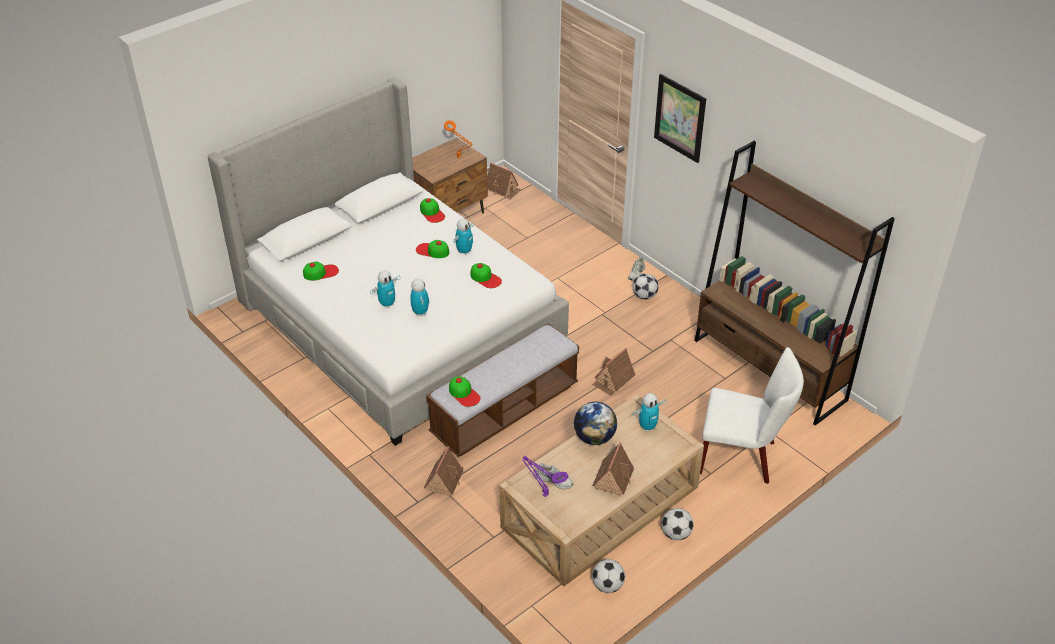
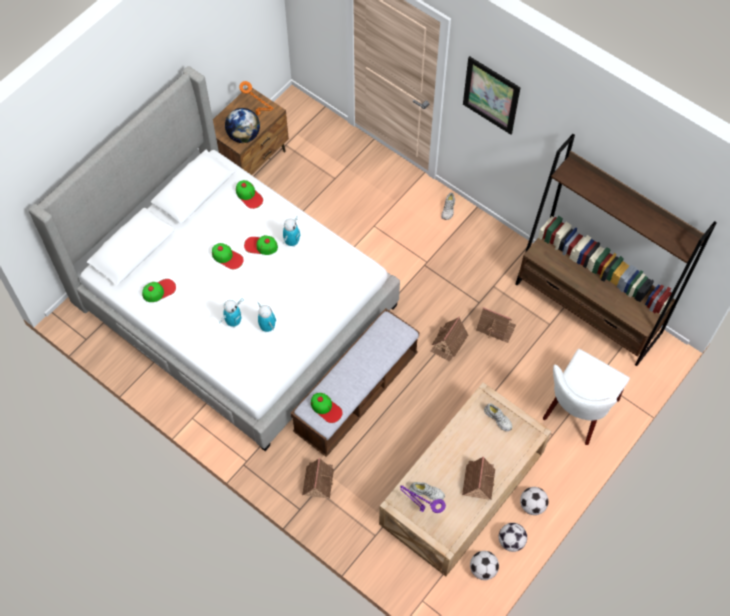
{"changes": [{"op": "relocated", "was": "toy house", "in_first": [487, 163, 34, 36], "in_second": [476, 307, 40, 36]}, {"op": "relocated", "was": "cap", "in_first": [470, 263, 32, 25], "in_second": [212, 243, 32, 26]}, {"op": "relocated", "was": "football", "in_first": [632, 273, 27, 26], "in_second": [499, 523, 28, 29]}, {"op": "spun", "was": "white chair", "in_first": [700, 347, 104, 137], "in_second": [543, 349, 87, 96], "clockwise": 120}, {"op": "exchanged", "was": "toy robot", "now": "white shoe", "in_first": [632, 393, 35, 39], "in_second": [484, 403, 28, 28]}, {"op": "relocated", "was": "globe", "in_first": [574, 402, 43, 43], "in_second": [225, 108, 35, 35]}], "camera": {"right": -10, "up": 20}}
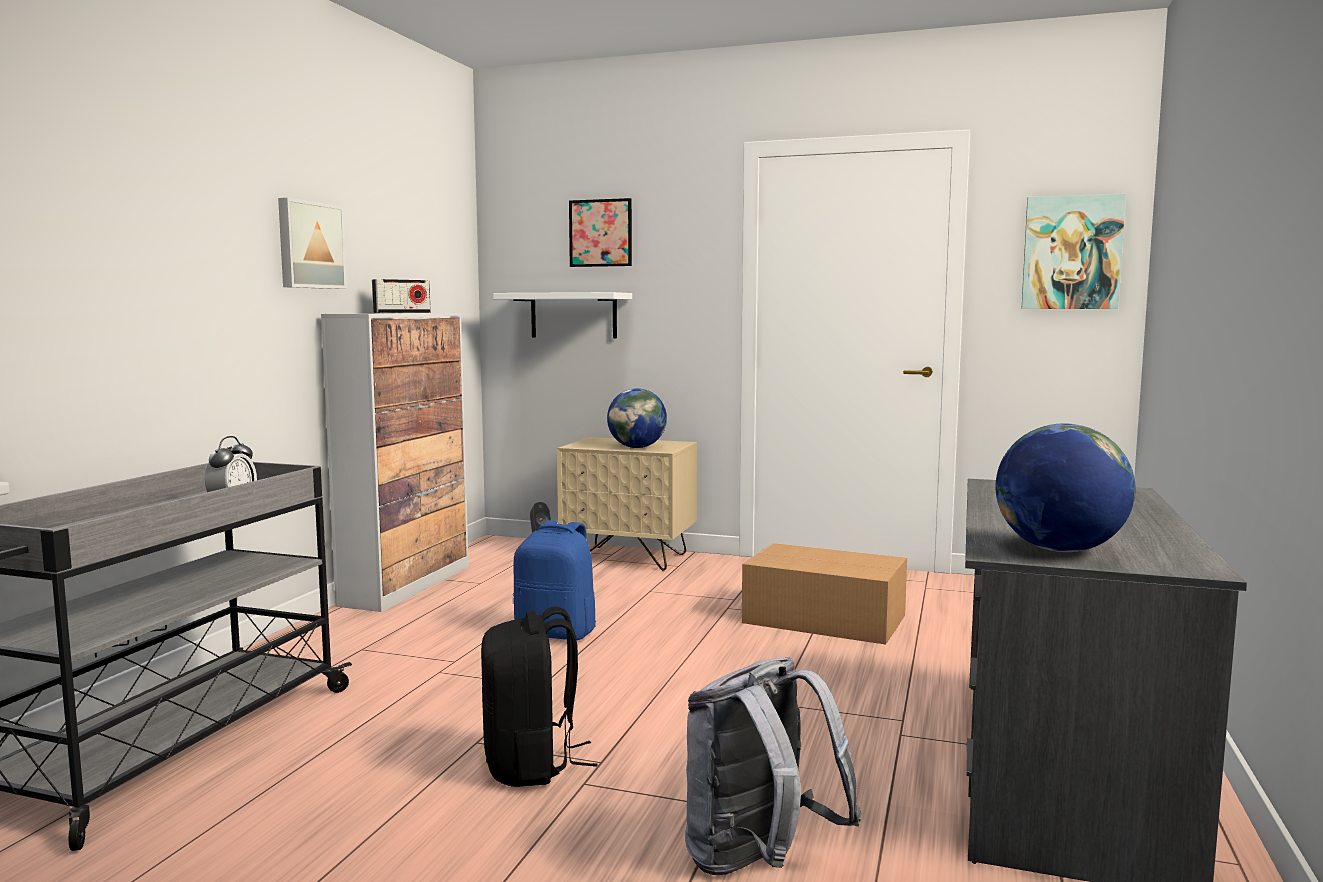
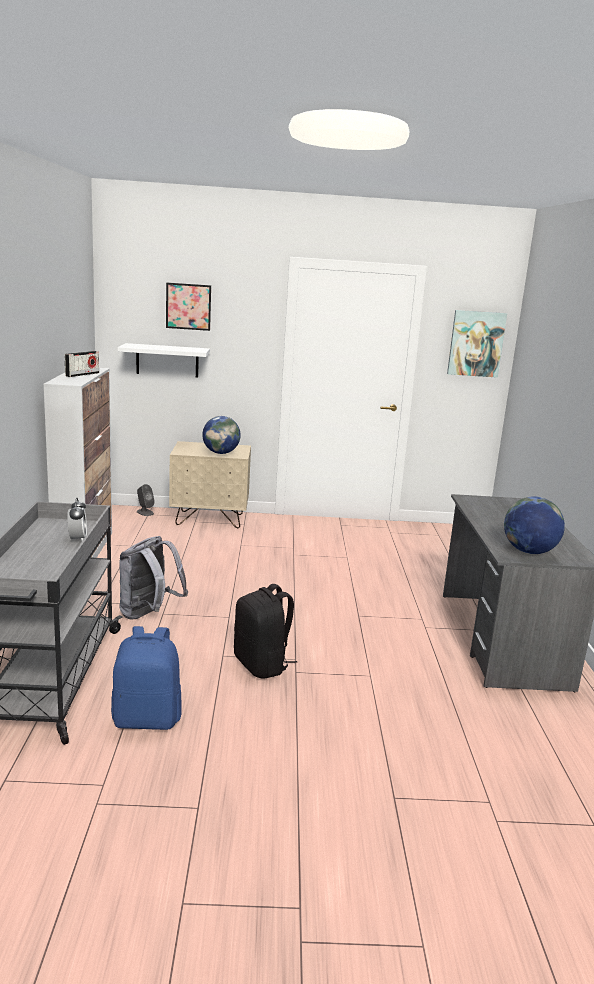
{"changes": [{"op": "missing", "was": "picture", "in_first": [278, 198, 69, 91]}, {"op": "relocated", "was": "blue backpack", "in_first": [513, 520, 83, 120], "in_second": [111, 626, 71, 104]}, {"op": "missing", "was": "cardboard box", "in_first": [742, 543, 165, 102]}, {"op": "relocated", "was": "grey backpack", "in_first": [685, 657, 177, 218], "in_second": [119, 536, 69, 84]}], "camera": {"right": -20, "up": 10}}
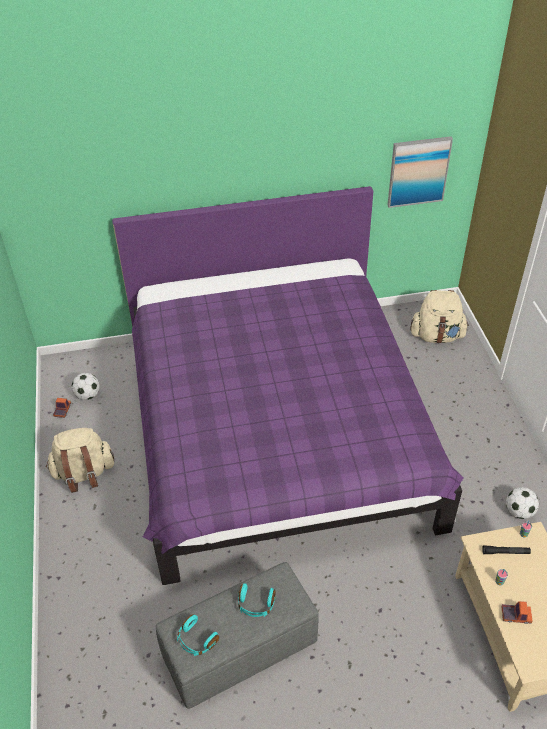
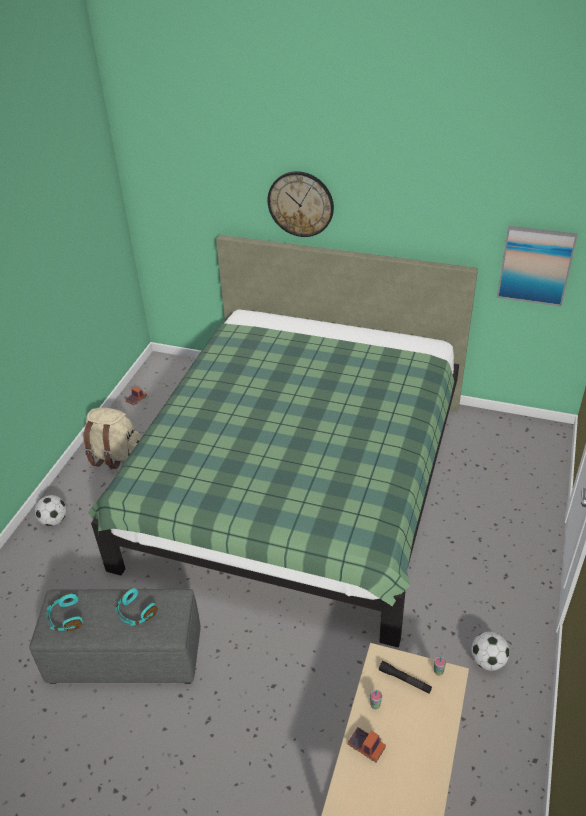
{"changes": [{"op": "colour", "was": "purple bed", "now": "green bed", "in_first": [112, 186, 352, 399], "in_second": [88, 235, 390, 412]}, {"op": "missing", "was": "beige backpack", "in_first": [411, 290, 58, 53]}, {"op": "relocated", "was": "football", "in_first": [72, 373, 28, 27], "in_second": [35, 495, 32, 31]}, {"op": "appeared", "now": "wall clock", "in_second": [267, 171, 67, 66]}], "camera": {"right": 30, "up": -5}}
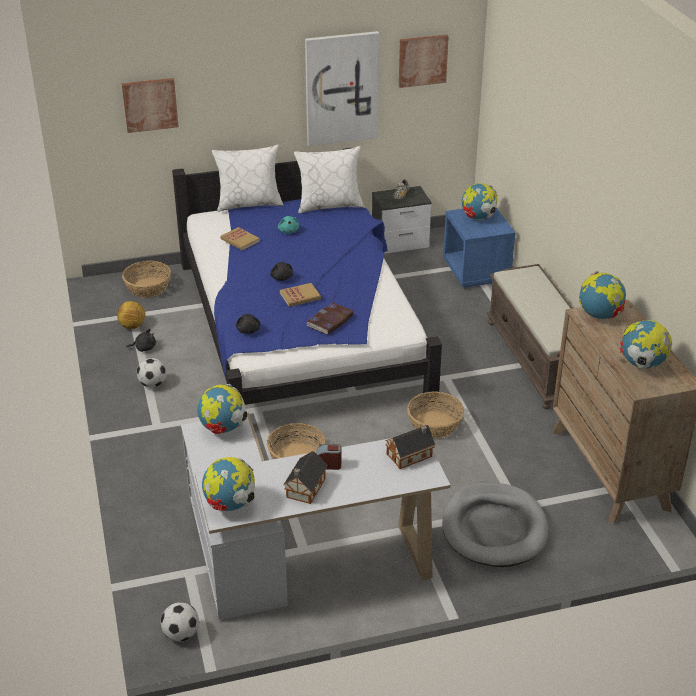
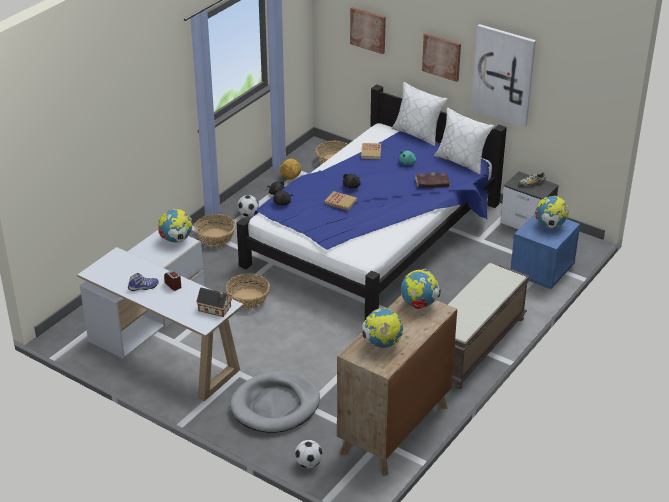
{"changes": [{"op": "relocated", "was": "picture", "in_first": [399, 35, 50, 53], "in_second": [422, 33, 39, 49]}, {"op": "relocated", "was": "book", "in_first": [307, 303, 47, 32], "in_second": [415, 173, 35, 15]}, {"op": "relocated", "was": "basket", "in_first": [407, 391, 57, 47], "in_second": [194, 214, 41, 32]}, {"op": "exchanged", "was": "toy house", "now": "shoe", "in_first": [283, 451, 45, 53], "in_second": [128, 273, 31, 18]}, {"op": "missing", "was": "globe", "in_first": [202, 457, 53, 54]}, {"op": "relocated", "was": "football", "in_first": [161, 602, 38, 39], "in_second": [295, 440, 28, 28]}], "camera": {"right": 50, "up": 0}}
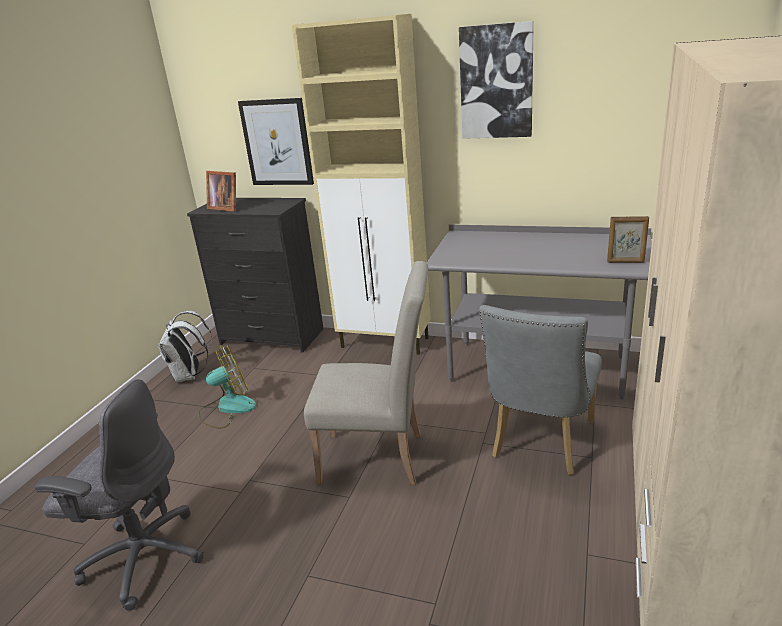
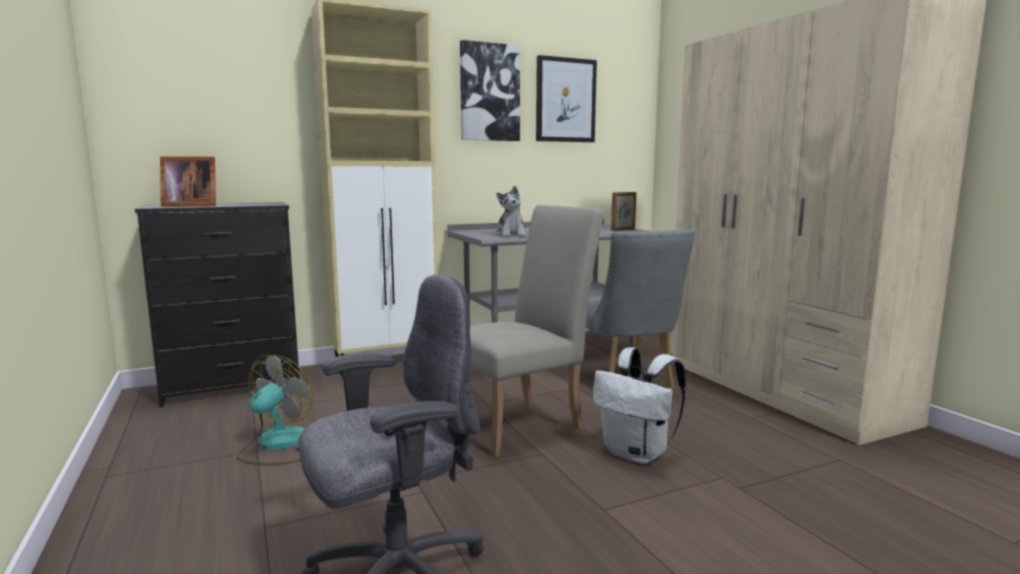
{"changes": [{"op": "relocated", "was": "picture", "in_first": [238, 98, 76, 87], "in_second": [536, 55, 61, 87]}, {"op": "relocated", "was": "white backpack", "in_first": [158, 311, 54, 71], "in_second": [593, 347, 93, 117]}, {"op": "appeared", "now": "plush toy", "in_second": [496, 186, 30, 51]}], "camera": {"right": -45, "up": -15}}
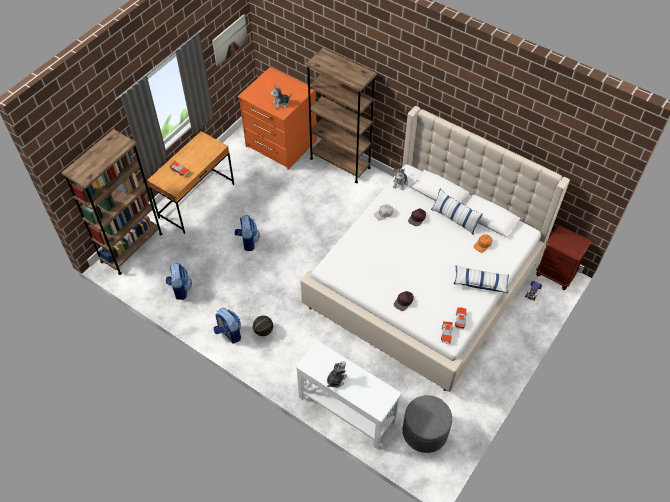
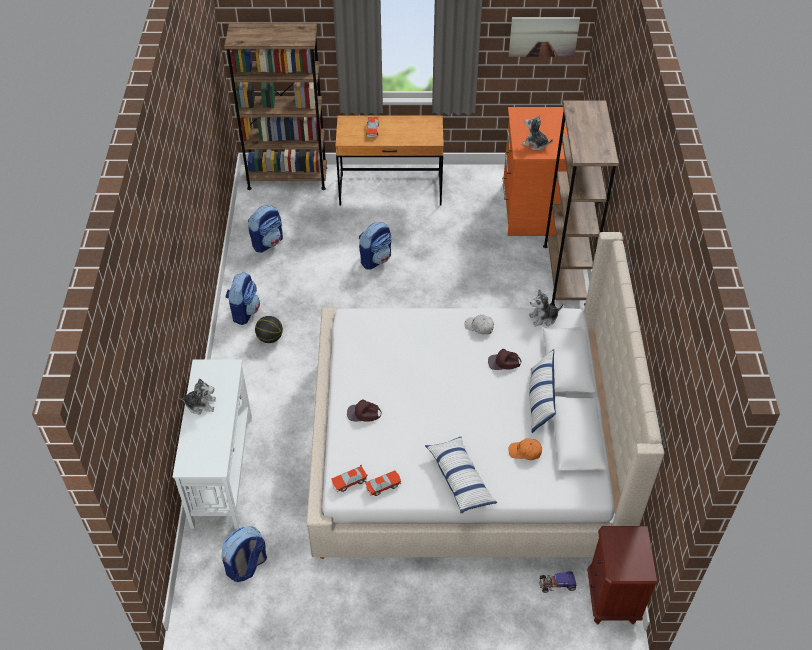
{"changes": [{"op": "exchanged", "was": "grey ottoman", "now": "backpack", "in_first": [403, 395, 49, 58], "in_second": [222, 526, 45, 56]}], "camera": {"right": 55, "up": -5}}
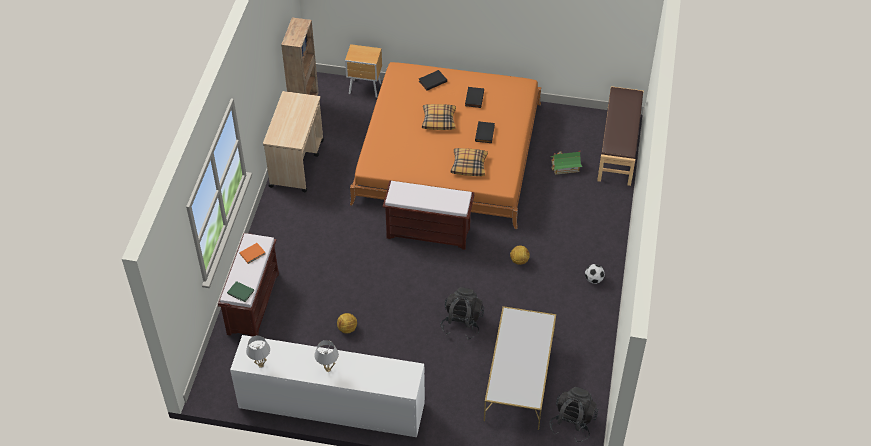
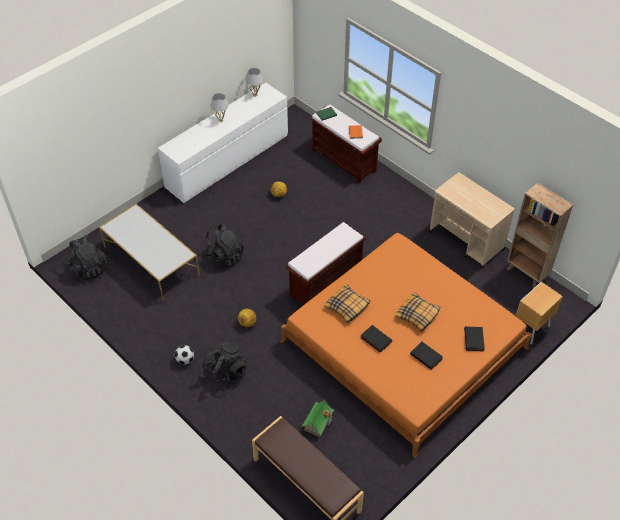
{"changes": [{"op": "appeared", "now": "black backpack", "in_second": [201, 342, 45, 50]}], "camera": {"right": 125, "up": 0}}
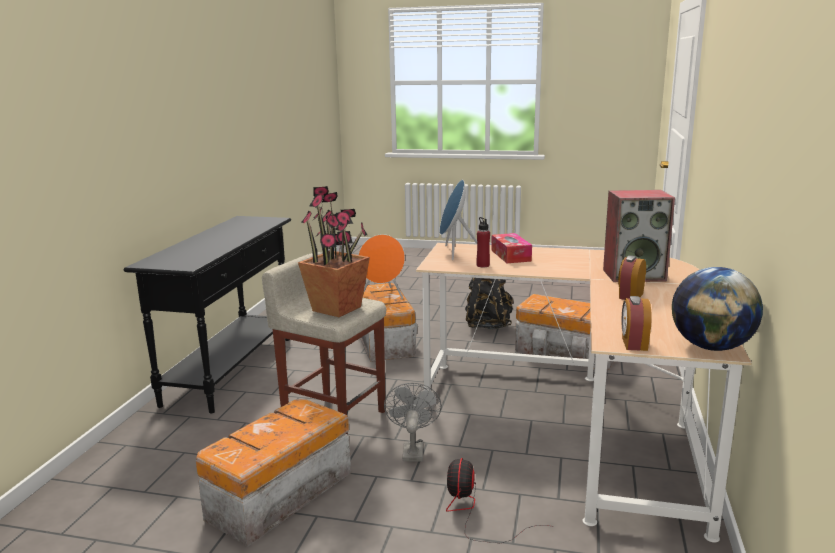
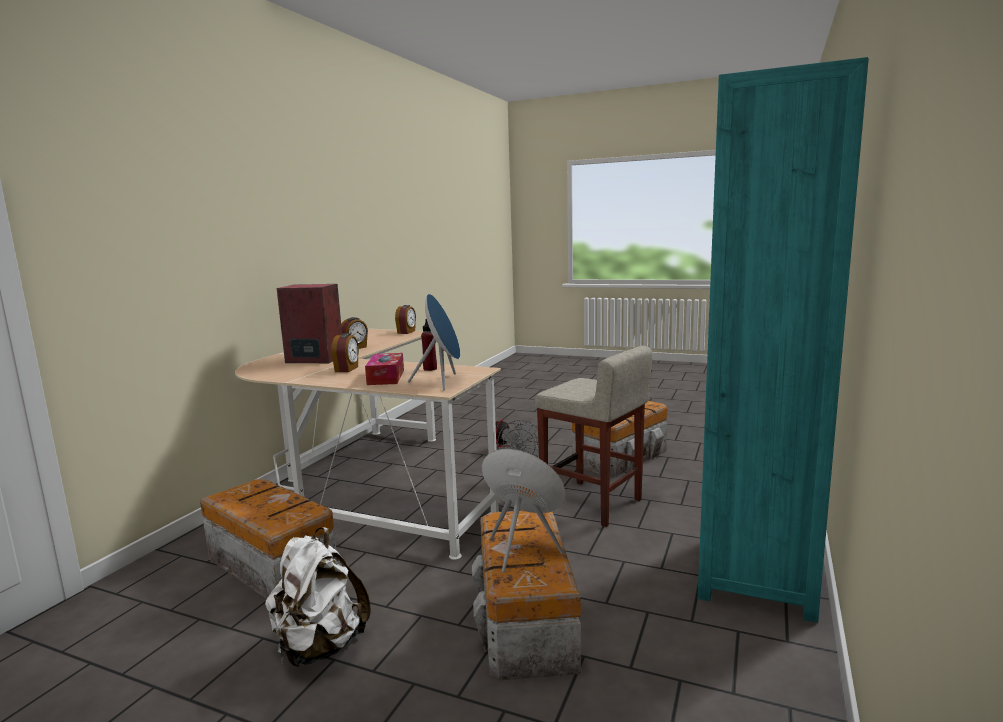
{"changes": [{"op": "missing", "was": "potted plant", "in_first": [298, 186, 72, 131]}, {"op": "exchanged", "was": "black console table", "now": "turquoise bookcase", "in_first": [124, 216, 167, 198], "in_second": [698, 57, 171, 566]}, {"op": "missing", "was": "globe", "in_first": [672, 267, 91, 84]}, {"op": "colour", "was": "black backpack", "now": "white backpack", "in_first": [465, 278, 48, 51], "in_second": [265, 527, 106, 140]}, {"op": "appeared", "now": "alarm clock", "in_second": [331, 333, 28, 39]}], "camera": {"right": -170, "up": -5}}
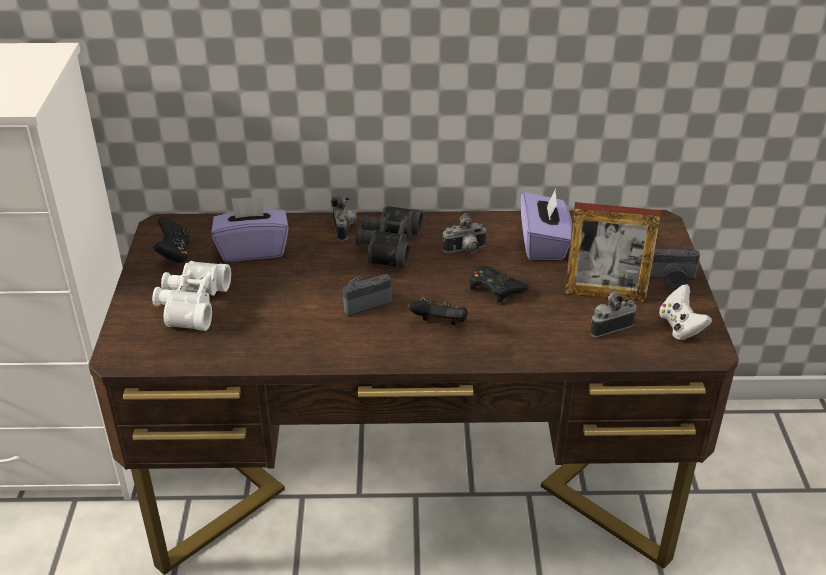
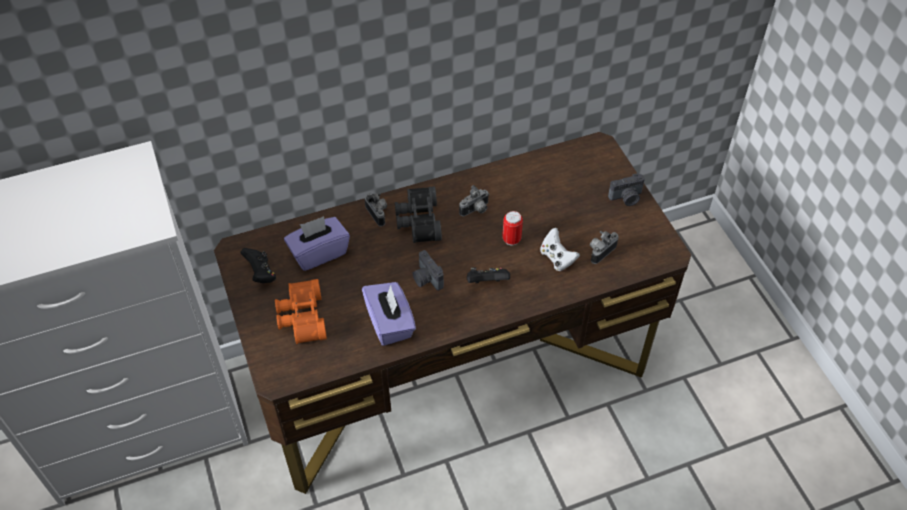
{"changes": [{"op": "relocated", "was": "purple tissue box", "in_first": [521, 189, 51, 71], "in_second": [362, 282, 54, 64]}, {"op": "missing", "was": "picture frame", "in_first": [565, 202, 96, 100]}, {"op": "colour", "was": "white binoculars", "now": "orange binoculars", "in_first": [152, 261, 79, 70], "in_second": [275, 279, 52, 65]}, {"op": "exchanged", "was": "black game controller", "now": "can", "in_first": [469, 265, 60, 38], "in_second": [502, 211, 21, 34]}, {"op": "spun", "was": "photo camera", "in_first": [343, 274, 49, 42], "in_second": [412, 250, 32, 41], "clockwise": -75}, {"op": "relocated", "was": "white game controller", "in_first": [659, 284, 53, 56], "in_second": [540, 228, 40, 43]}], "camera": {"right": -20, "up": 15}}
